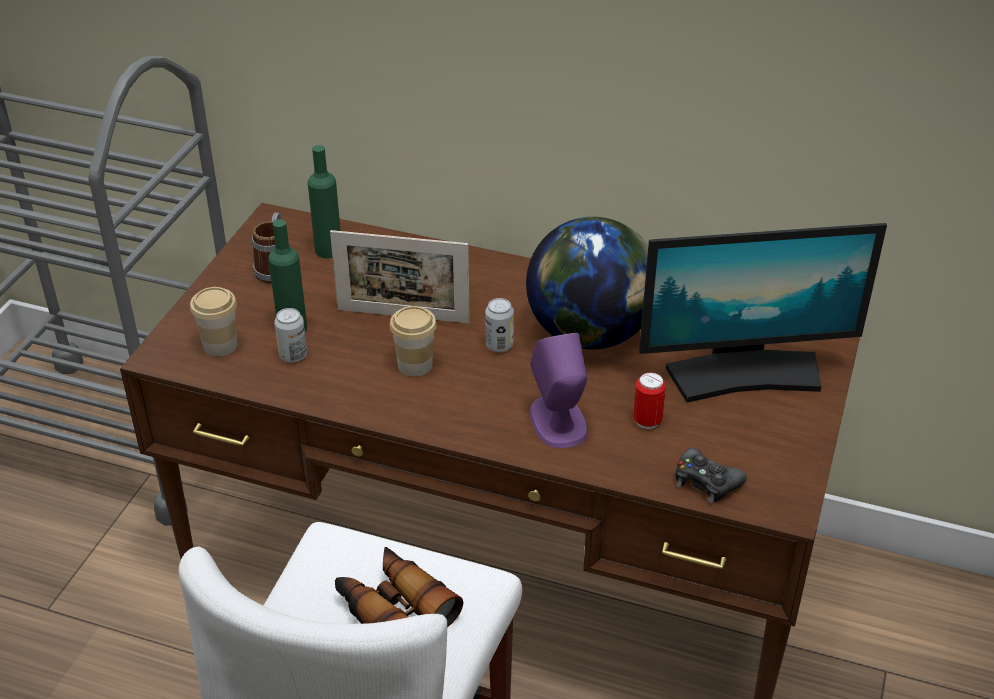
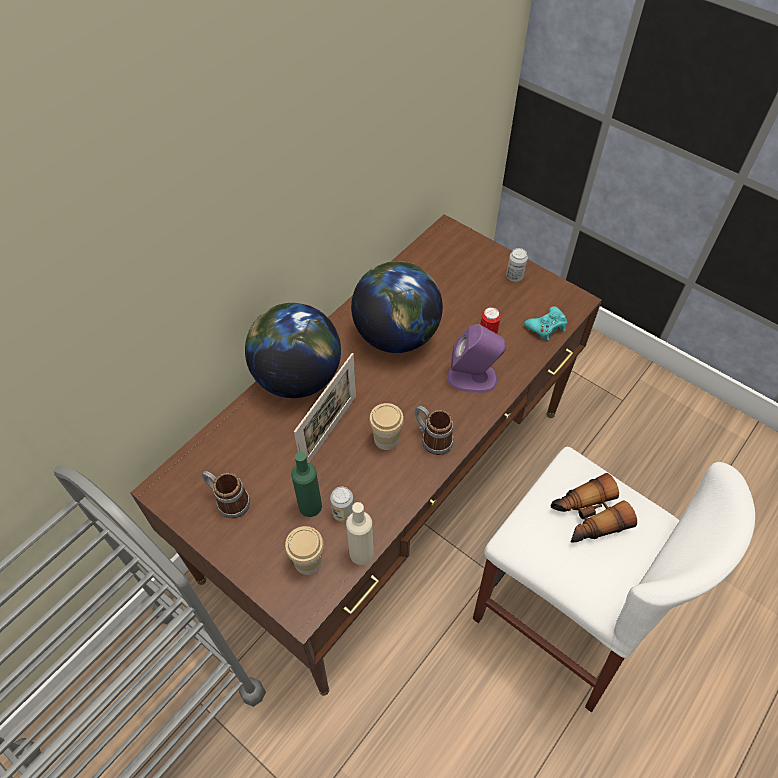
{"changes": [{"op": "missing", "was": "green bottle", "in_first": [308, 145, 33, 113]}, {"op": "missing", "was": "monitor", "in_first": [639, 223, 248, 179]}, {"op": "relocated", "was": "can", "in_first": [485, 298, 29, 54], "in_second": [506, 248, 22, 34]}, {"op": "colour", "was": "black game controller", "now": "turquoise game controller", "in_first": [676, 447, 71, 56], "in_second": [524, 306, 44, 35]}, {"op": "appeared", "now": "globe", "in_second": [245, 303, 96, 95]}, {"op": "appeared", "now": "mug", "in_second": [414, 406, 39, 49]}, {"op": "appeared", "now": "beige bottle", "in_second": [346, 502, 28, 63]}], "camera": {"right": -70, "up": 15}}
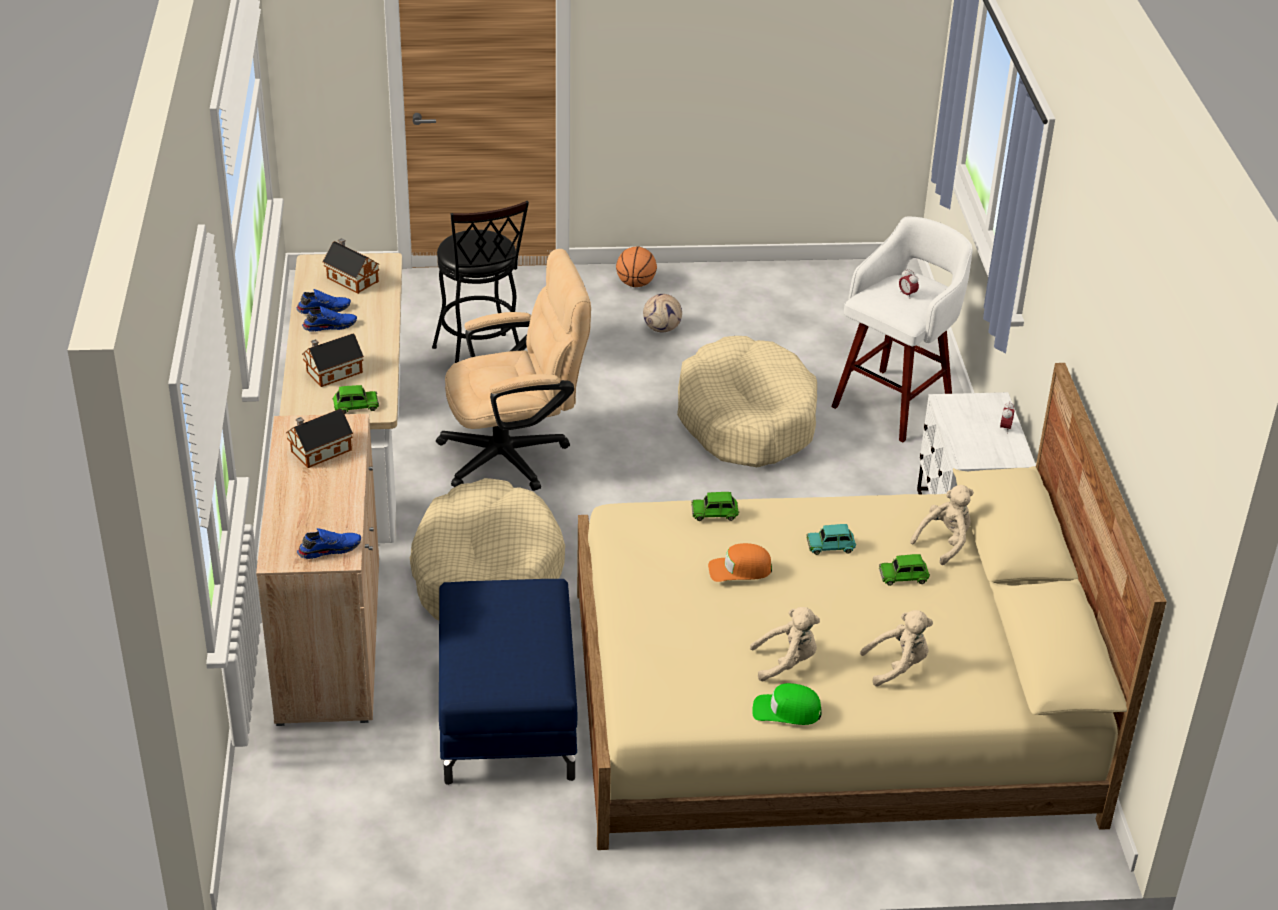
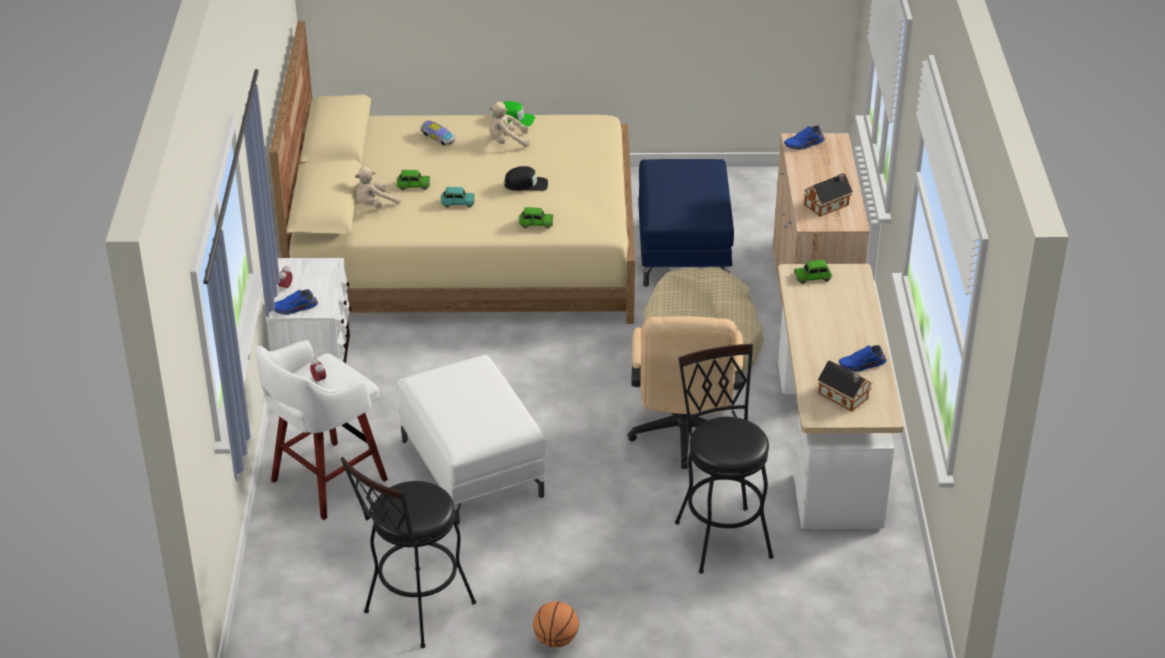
{"changes": [{"op": "spun", "was": "beige office chair", "in_first": [436, 249, 155, 242], "in_second": [627, 316, 116, 153], "clockwise": -75}, {"op": "missing", "was": "football", "in_first": [643, 294, 39, 39]}, {"op": "relocated", "was": "blue shoe", "in_first": [302, 306, 55, 26], "in_second": [274, 289, 44, 26]}, {"op": "missing", "was": "toy house", "in_first": [302, 333, 62, 54]}, {"op": "exchanged", "was": "beige dog bed", "now": "white ottoman", "in_first": [677, 336, 140, 131], "in_second": [397, 354, 150, 171]}, {"op": "colour", "was": "orange cap", "now": "black cap", "in_first": [708, 543, 64, 39], "in_second": [504, 166, 44, 25]}, {"op": "exchanged", "was": "beige plush toy", "now": "toy car", "in_first": [860, 610, 73, 77], "in_second": [421, 120, 34, 26]}, {"op": "appeared", "now": "black stool", "in_second": [341, 457, 135, 191]}], "camera": {"right": -175, "up": 0}}
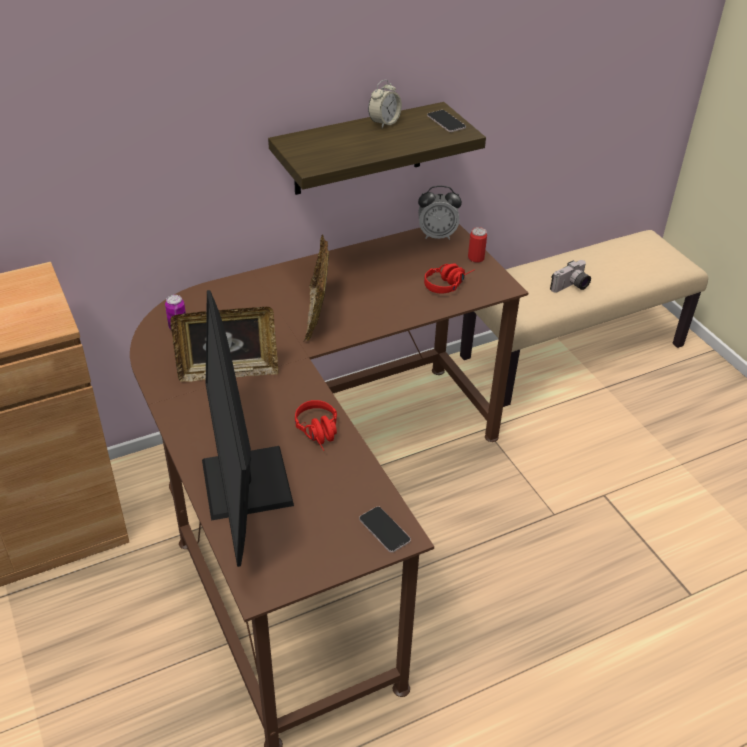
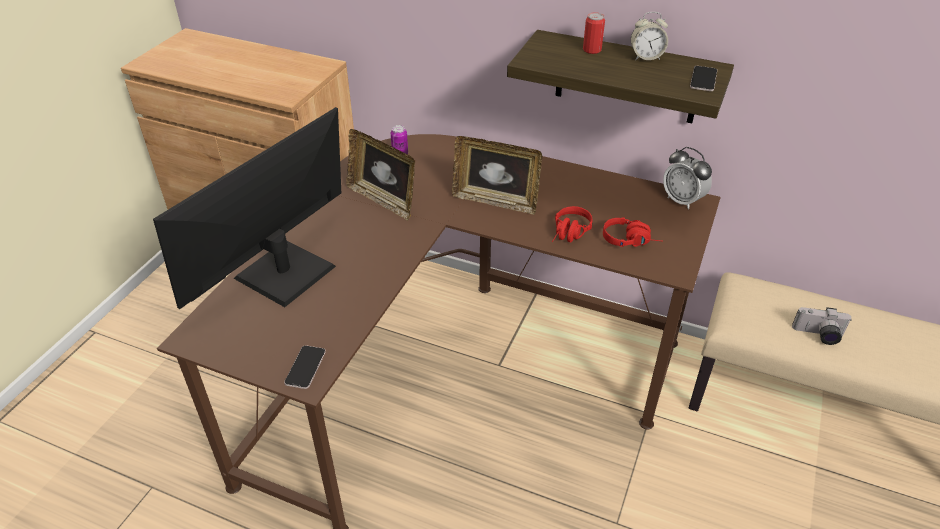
{"changes": [{"op": "relocated", "was": "can", "in_first": [468, 227, 19, 36], "in_second": [583, 12, 22, 42]}, {"op": "spun", "was": "picture frame", "in_first": [303, 234, 26, 108], "in_second": [452, 136, 90, 79], "clockwise": -120}, {"op": "relocated", "was": "red headphones", "in_first": [295, 400, 42, 51], "in_second": [552, 206, 41, 37]}], "camera": {"right": 50, "up": 0}}
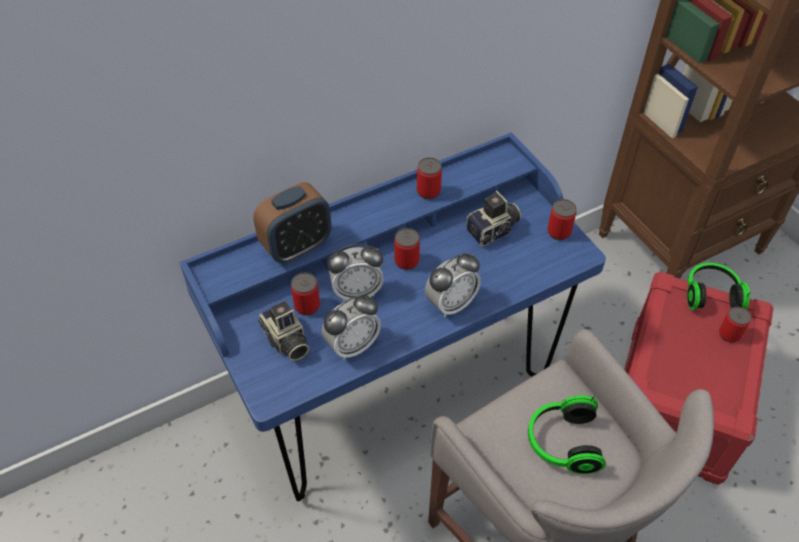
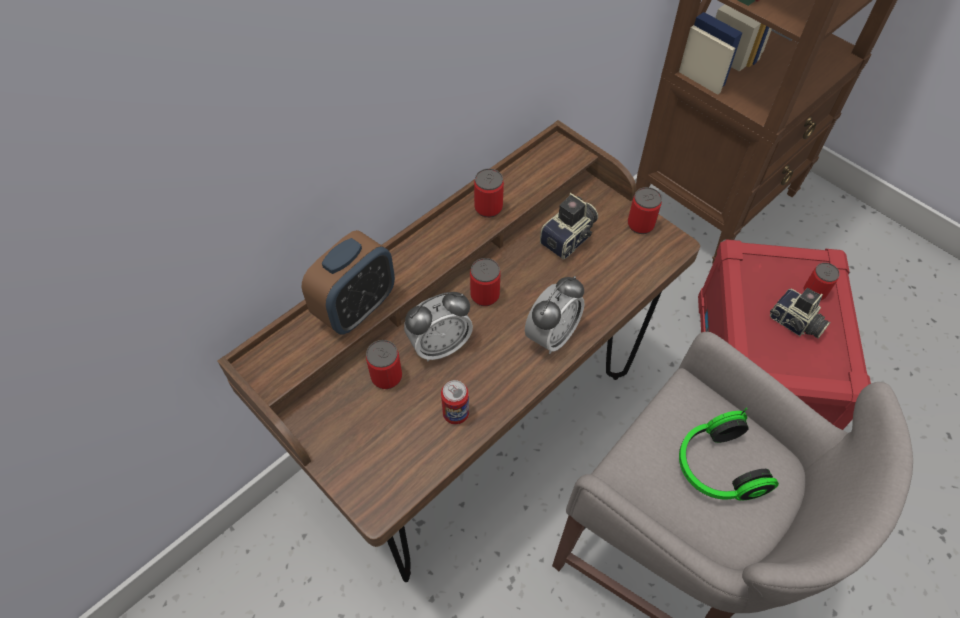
{"changes": [{"op": "colour", "was": "blue desk", "now": "brown desk", "in_first": [179, 132, 427, 369], "in_second": [217, 120, 483, 462]}, {"op": "missing", "was": "headphones", "in_first": [687, 263, 64, 47]}, {"op": "exchanged", "was": "alarm clock", "now": "can", "in_first": [322, 295, 59, 65], "in_second": [441, 380, 28, 44]}, {"op": "relocated", "was": "photo camera", "in_first": [258, 301, 51, 60], "in_second": [770, 288, 61, 51]}], "camera": {"right": -15, "up": 5}}
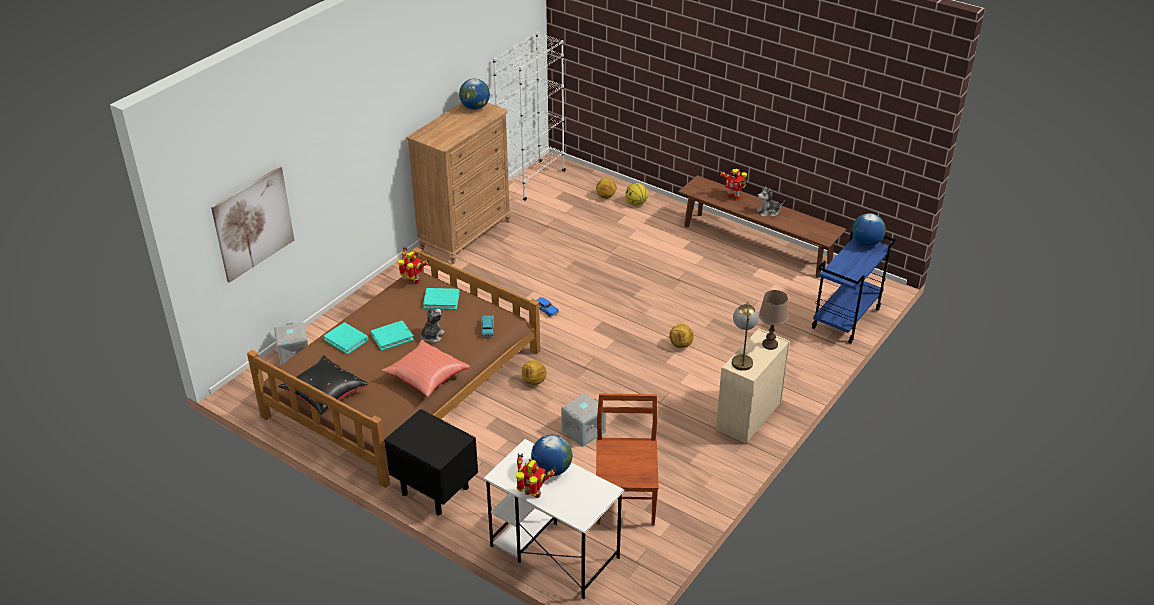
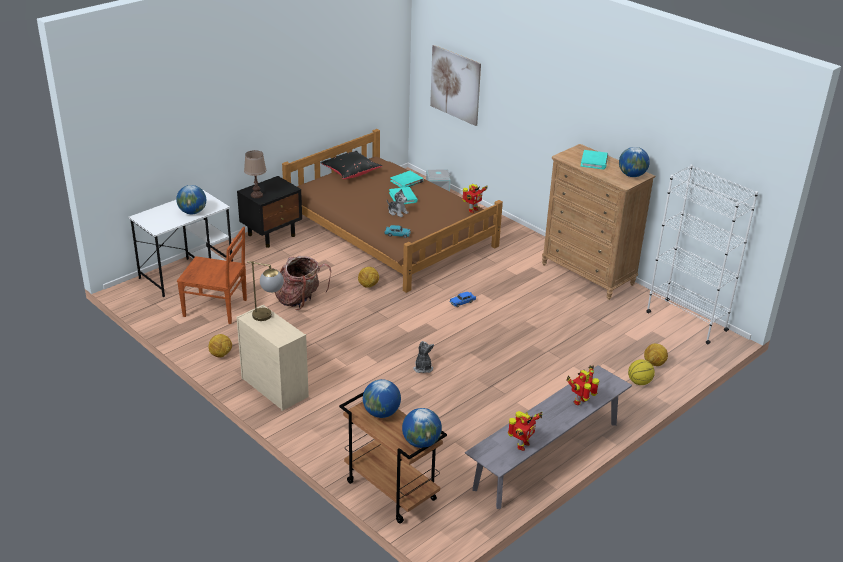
{"changes": [{"op": "colour", "was": "brown bench", "now": "grey bench", "in_first": [678, 175, 168, 103], "in_second": [465, 365, 167, 144]}, {"op": "relocated", "was": "plush toy", "in_first": [757, 186, 27, 31], "in_second": [413, 341, 21, 32]}, {"op": "colour", "was": "blue cart", "now": "brown cart", "in_first": [811, 231, 85, 113], "in_second": [339, 392, 108, 132]}, {"op": "relocated", "was": "turquoise book", "in_first": [423, 288, 36, 22], "in_second": [581, 150, 27, 19]}, {"op": "relocated", "was": "brown table lamp", "in_first": [759, 290, 30, 60], "in_second": [244, 150, 22, 48]}, {"op": "relocated", "was": "football", "in_first": [669, 324, 25, 24], "in_second": [209, 334, 23, 24]}, {"op": "missing", "was": "red pillow", "in_first": [381, 340, 89, 57]}, {"op": "exchanged", "was": "grey storage box", "now": "backpack", "in_first": [561, 393, 45, 54], "in_second": [275, 256, 56, 54]}, {"op": "relocated", "was": "toy robot", "in_first": [516, 453, 41, 45], "in_second": [508, 411, 34, 40]}, {"op": "appeared", "now": "globe", "in_second": [363, 379, 38, 39]}], "camera": {"right": 100, "up": -5}}
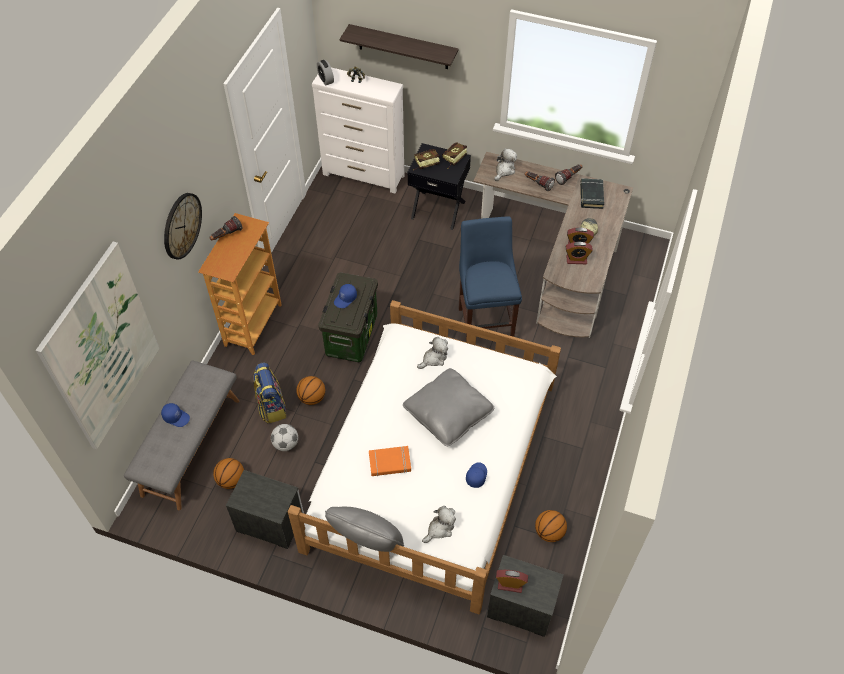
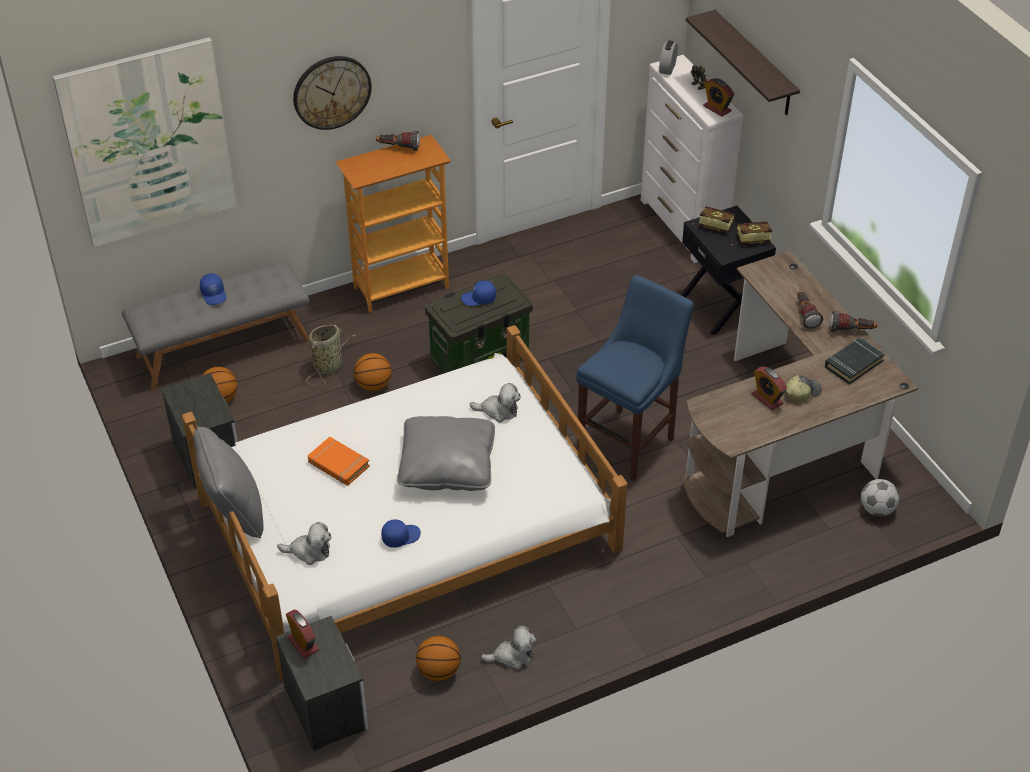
{"changes": [{"op": "relocated", "was": "plush toy", "in_first": [494, 148, 23, 33], "in_second": [481, 626, 56, 44]}, {"op": "relocated", "was": "alarm clock", "in_first": [566, 242, 27, 22], "in_second": [703, 78, 31, 39]}, {"op": "exchanged", "was": "backpack", "now": "basket", "in_first": [254, 362, 32, 61], "in_second": [306, 325, 49, 59]}, {"op": "relocated", "was": "football", "in_first": [271, 424, 27, 27], "in_second": [861, 479, 38, 38]}], "camera": {"right": 45, "up": -10}}
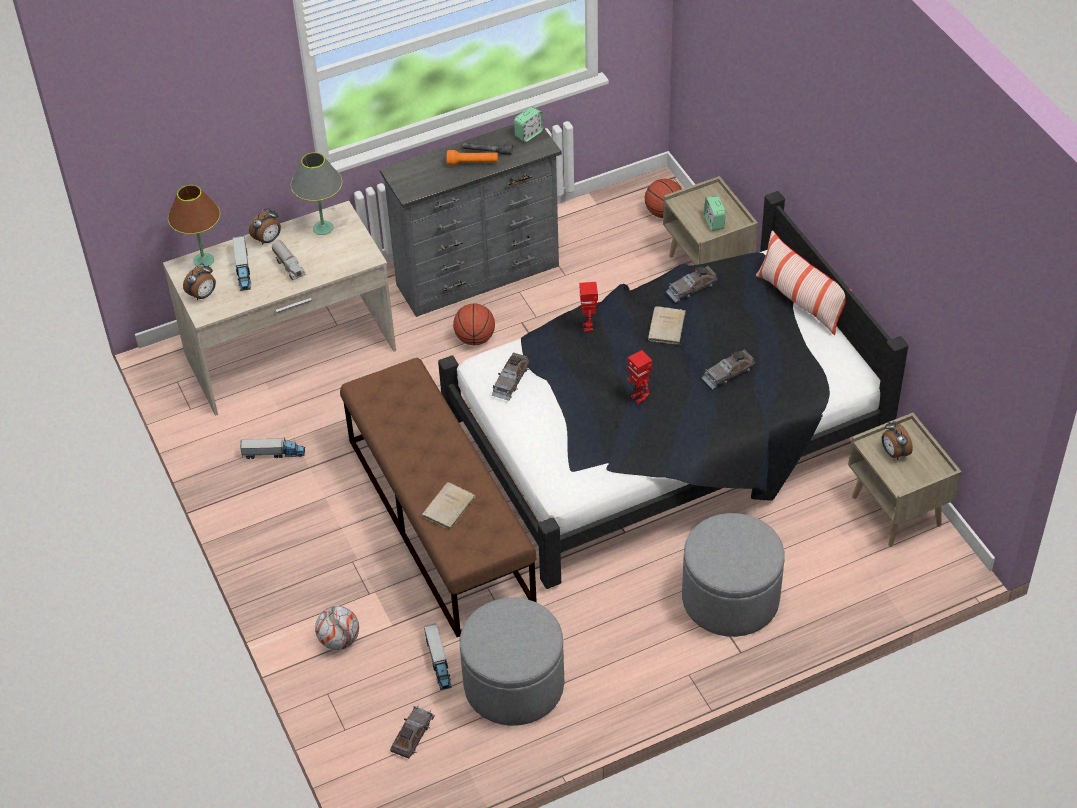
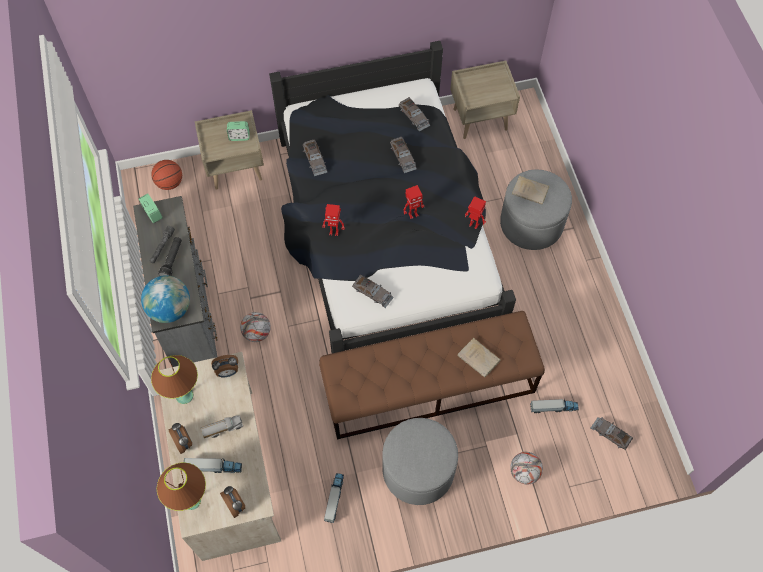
{"changes": [{"op": "colour", "was": "orange flashlight", "now": "black flashlight", "in_first": [447, 150, 51, 15], "in_second": [158, 237, 24, 39]}, {"op": "colour", "was": "grey table lamp", "now": "brown table lamp", "in_first": [291, 152, 51, 83], "in_second": [151, 355, 47, 49]}, {"op": "missing", "was": "pillow", "in_first": [756, 230, 96, 105]}, {"op": "exchanged", "was": "basketball", "now": "football", "in_first": [453, 304, 42, 41], "in_second": [240, 312, 31, 30]}, {"op": "relocated", "was": "beige book", "in_first": [648, 306, 38, 39], "in_second": [512, 176, 37, 29]}, {"op": "relocated", "was": "alarm clock", "in_first": [882, 421, 31, 39], "in_second": [211, 355, 27, 22]}, {"op": "relocated", "was": "grey ottoman", "in_first": [460, 598, 104, 128], "in_second": [382, 418, 76, 87]}, {"op": "appeared", "now": "grey toy car", "in_second": [399, 97, 31, 35]}, {"op": "appeared", "now": "toy robot", "in_second": [465, 196, 21, 33]}, {"op": "appeared", "now": "globe", "in_second": [141, 276, 49, 47]}], "camera": {"right": -80, "up": 15}}
